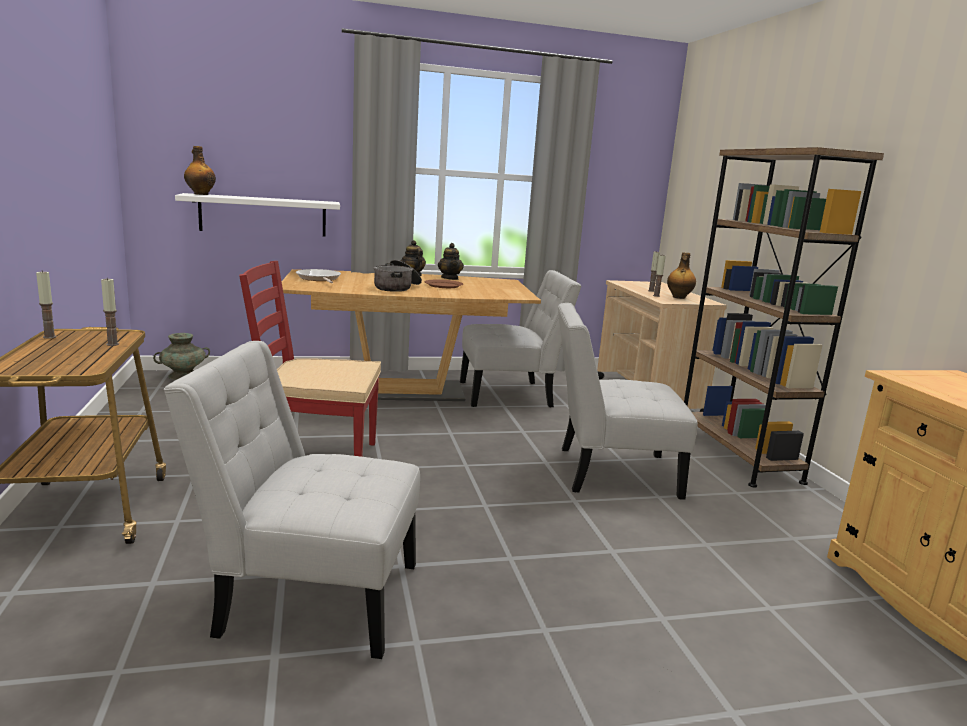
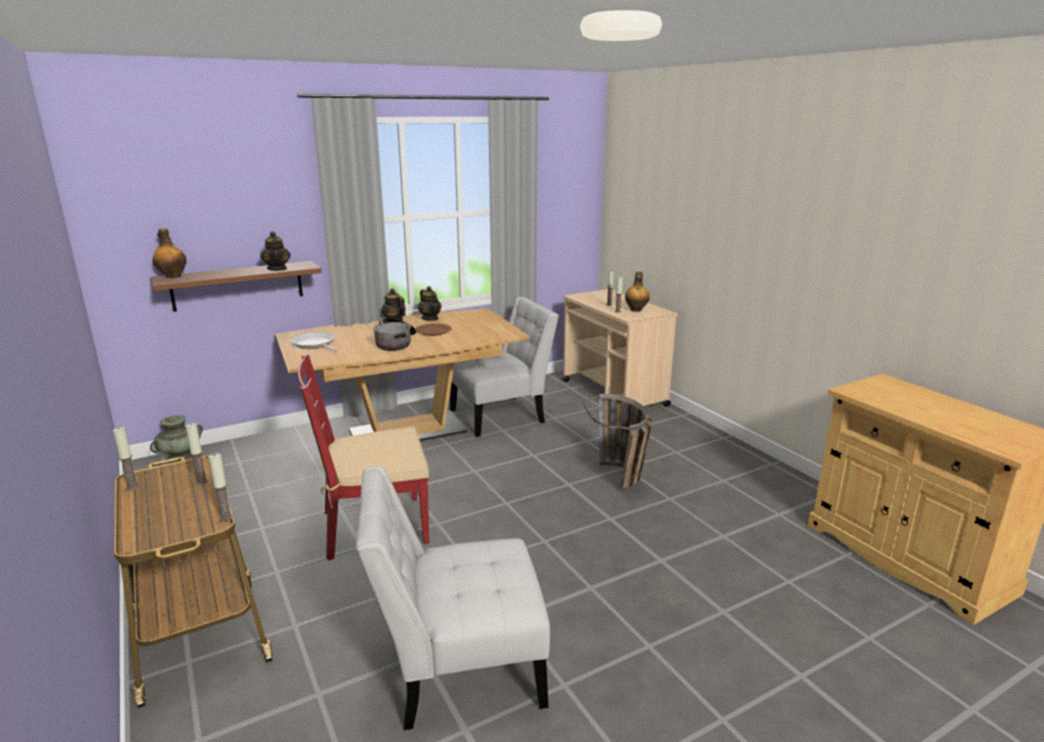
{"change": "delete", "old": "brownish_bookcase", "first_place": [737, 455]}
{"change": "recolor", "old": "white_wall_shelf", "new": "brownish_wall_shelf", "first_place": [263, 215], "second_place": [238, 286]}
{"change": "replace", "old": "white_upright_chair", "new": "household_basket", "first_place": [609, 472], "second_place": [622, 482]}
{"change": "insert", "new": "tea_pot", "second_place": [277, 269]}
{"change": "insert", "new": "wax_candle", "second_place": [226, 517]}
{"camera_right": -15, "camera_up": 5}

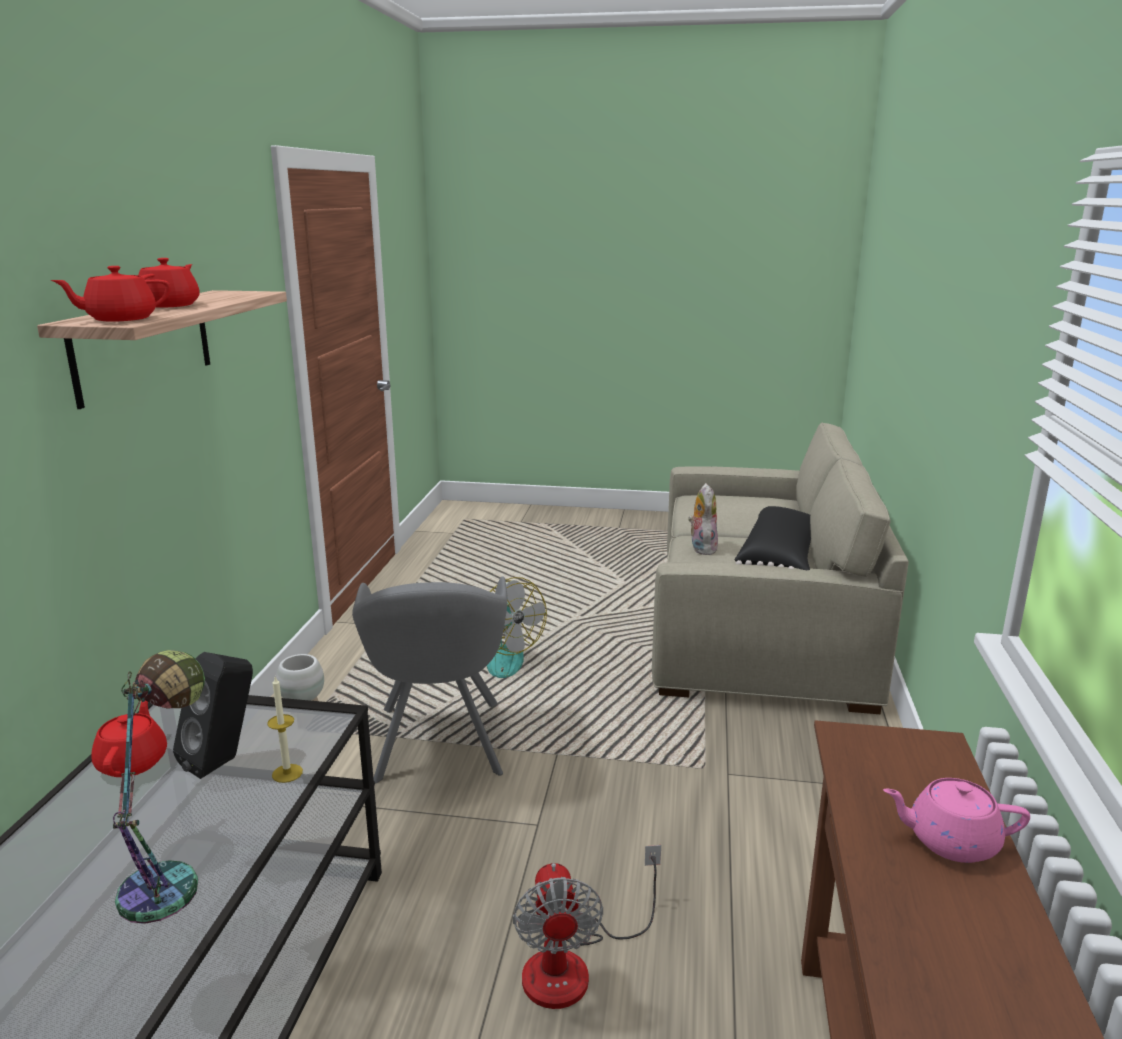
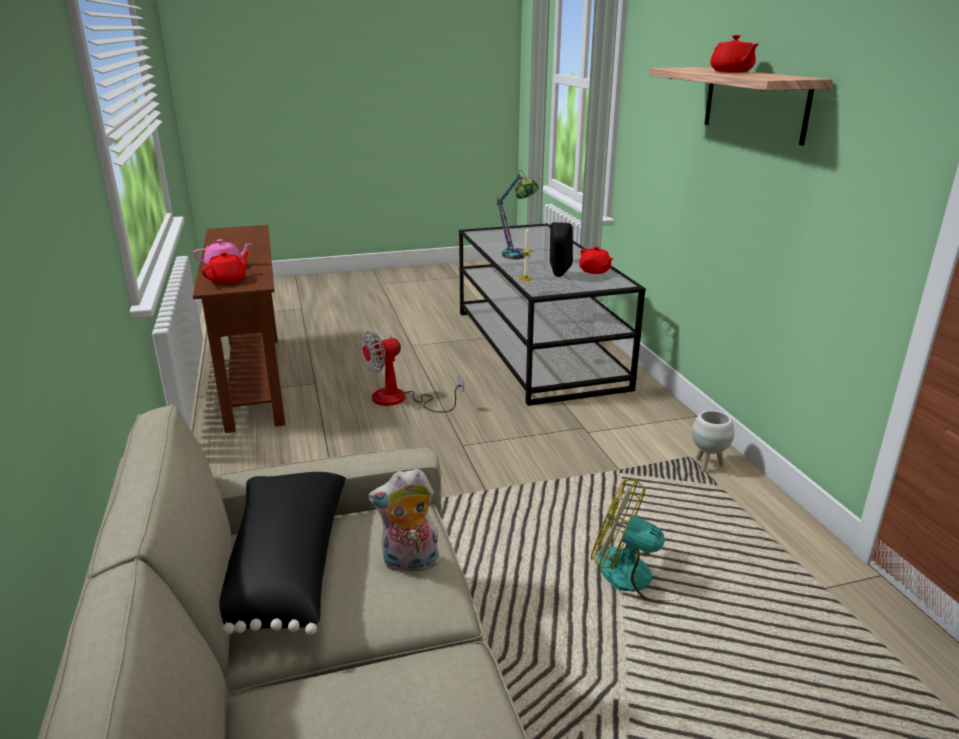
{"change": "move", "old": "reddish_tea_pot", "first_place": [120, 319], "second_place": [228, 280]}
{"change": "rotate", "old": "cuddly_toy", "first_place": [701, 548], "second_place": [409, 564], "degrees": 105}
{"change": "delete", "old": "greyish_armchair", "first_place": [439, 745]}
{"change": "rotate", "old": "cooling_fan", "first_place": [574, 964], "second_place": [400, 400], "degrees": -90}
{"camera_right": 155, "camera_up": 5}

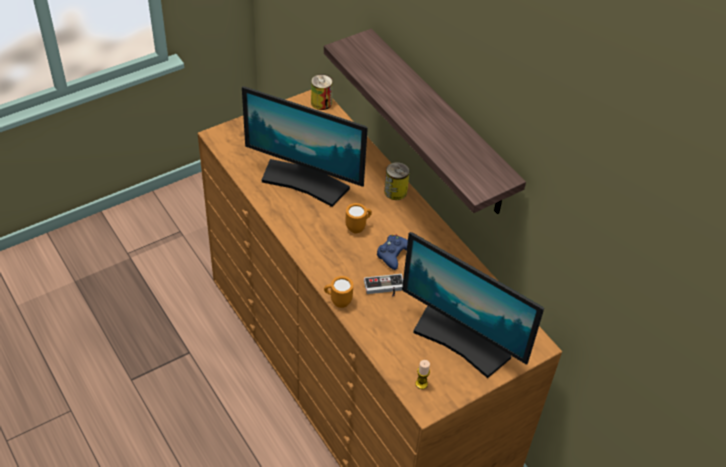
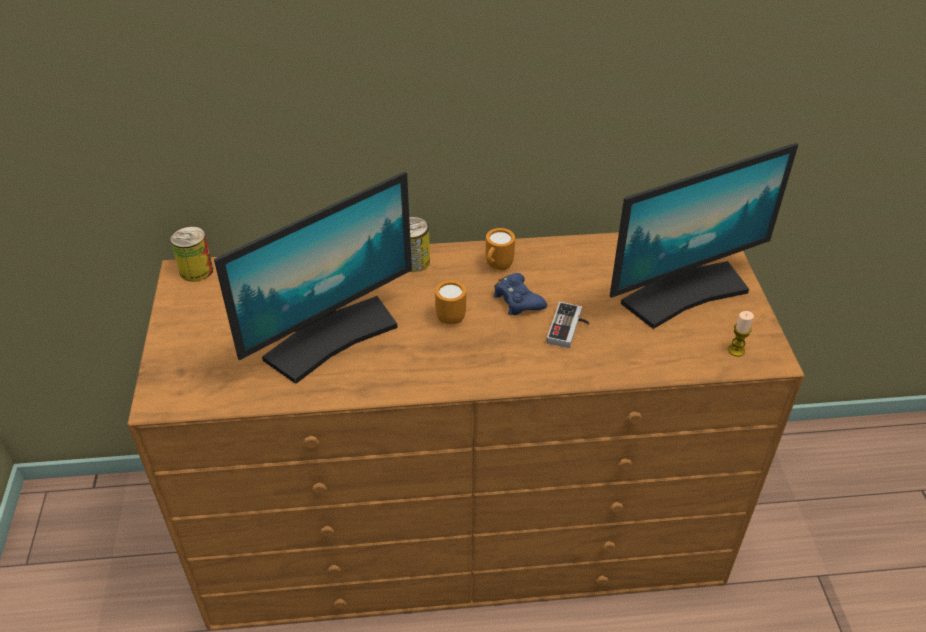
{"change": "delete", "old": "wall_shelf", "first_place": [440, 124]}
{"change": "move", "old": "orange_tea_mug", "first_place": [337, 301], "second_place": [497, 267]}
{"camera_right": -60, "camera_up": -5}

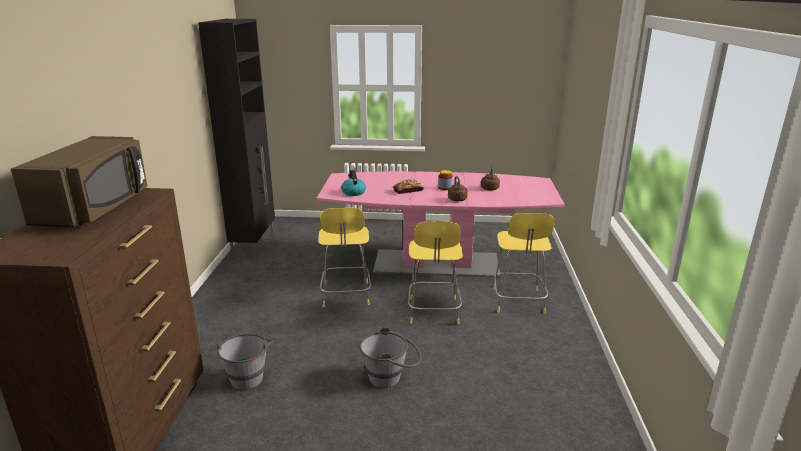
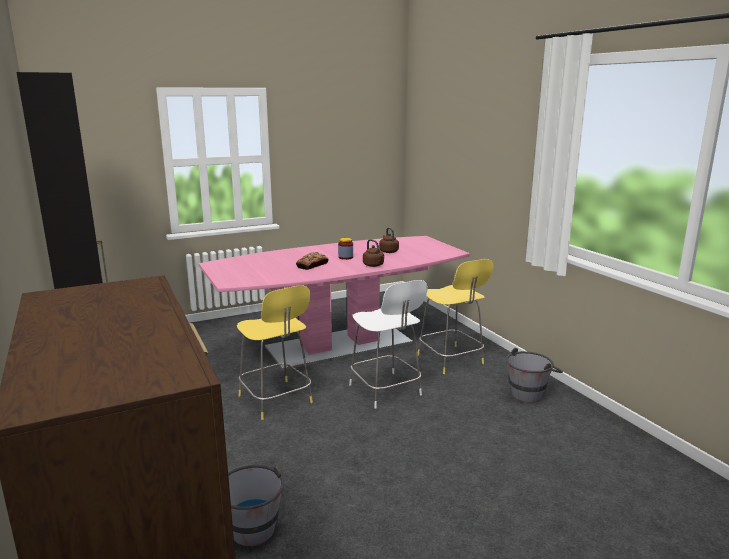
{"change": "delete", "old": "brownish_kitchen_microwave", "first_place": [96, 208]}
{"change": "delete", "old": "kettle", "first_place": [353, 192]}
{"change": "recolor", "old": "yellowish_sitting_stool", "new": "white_sitting_stool", "first_place": [433, 312], "second_place": [386, 391]}
{"change": "move", "old": "greyish_pail", "first_place": [391, 377], "second_place": [530, 393]}
{"camera_right": -30, "camera_up": -5}

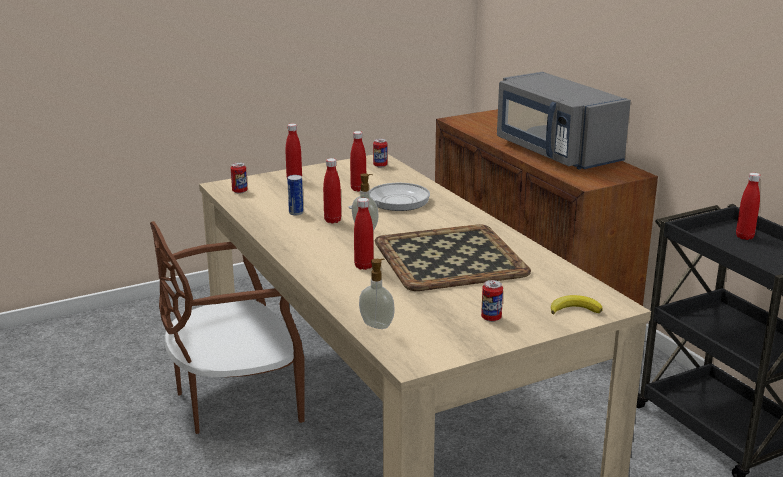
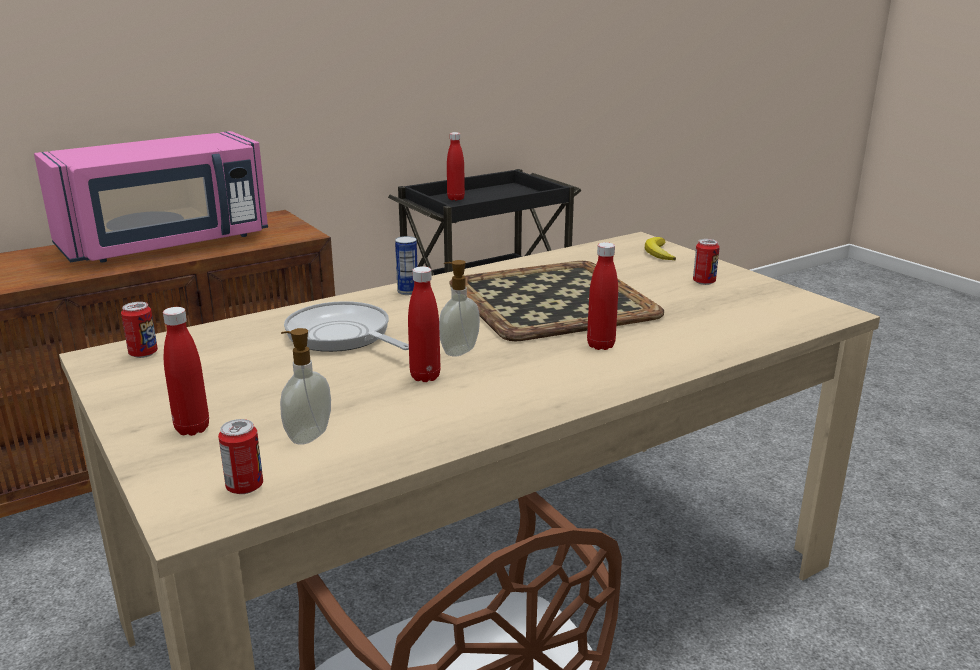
{"change": "recolor", "old": "greyish_kitchen_microwave", "new": "pink_kitchen_microwave", "first_place": [555, 152], "second_place": [167, 244]}
{"change": "delete", "old": "reddish_drink_bottle", "first_place": [358, 189]}
{"change": "move", "old": "can", "first_place": [296, 213], "second_place": [407, 291]}
{"change": "move", "old": "liquid_soap_bottle", "first_place": [377, 325], "second_place": [307, 435]}
{"camera_right": -95, "camera_up": 0}

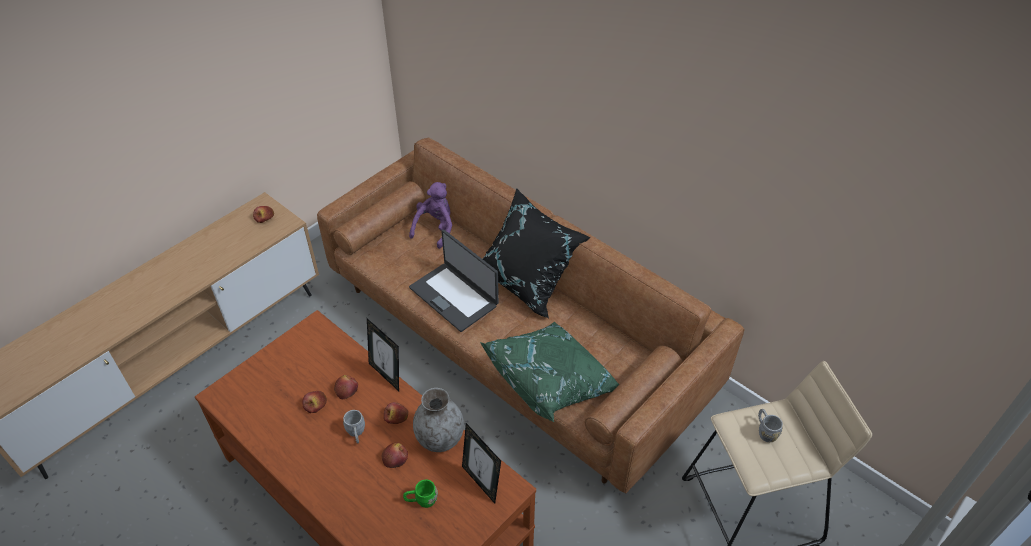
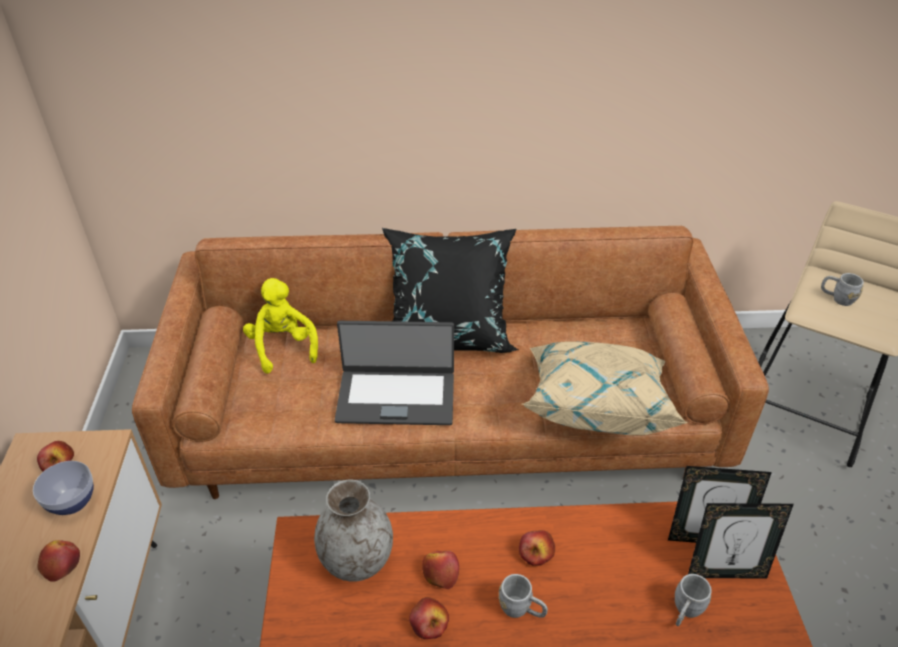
{"change": "recolor", "old": "purple_cuddly_toy", "new": "yellowish_cuddly_toy", "first_place": [435, 228], "second_place": [283, 347]}
{"change": "move", "old": "photo_frame", "first_place": [386, 375], "second_place": [725, 572]}
{"change": "recolor", "old": "green-coloured_pillow", "new": "beige-coloured_pillow", "first_place": [552, 381], "second_place": [596, 404]}
{"change": "move", "old": "greyish_decorative_vase", "first_place": [439, 438], "second_place": [356, 560]}
{"change": "move", "old": "apple_fruit", "first_place": [395, 458], "second_place": [61, 563]}
{"change": "recolor", "old": "green-coloured_tea_mug", "new": "greyish_tea_mug", "first_place": [421, 501], "second_place": [685, 612]}
{"change": "insert", "new": "serving_bowl", "second_place": [72, 502]}
{"camera_right": -45, "camera_up": -5}

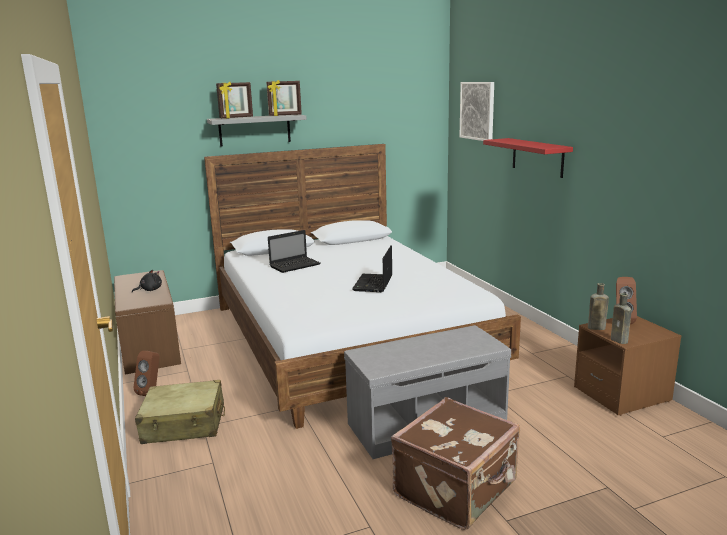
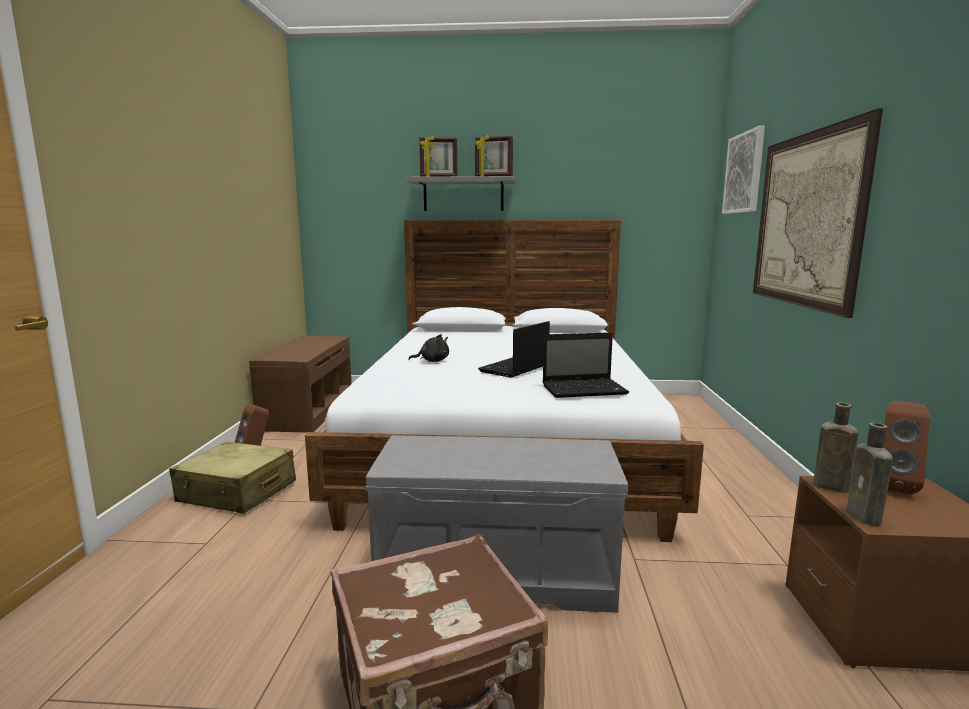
{"change": "replace", "old": "reddish_wall_shelf", "new": "picture", "first_place": [537, 157], "second_place": [806, 220]}
{"change": "move", "old": "portable_computer", "first_place": [295, 265], "second_place": [585, 389]}
{"change": "move", "old": "black-coloured_cuddly_toy", "first_place": [149, 290], "second_place": [432, 361]}
{"camera_right": 25, "camera_up": -5}

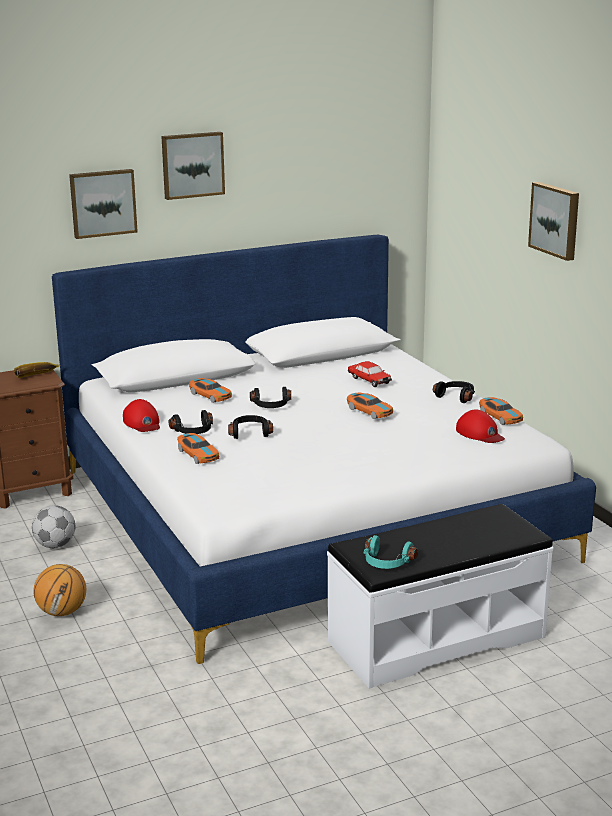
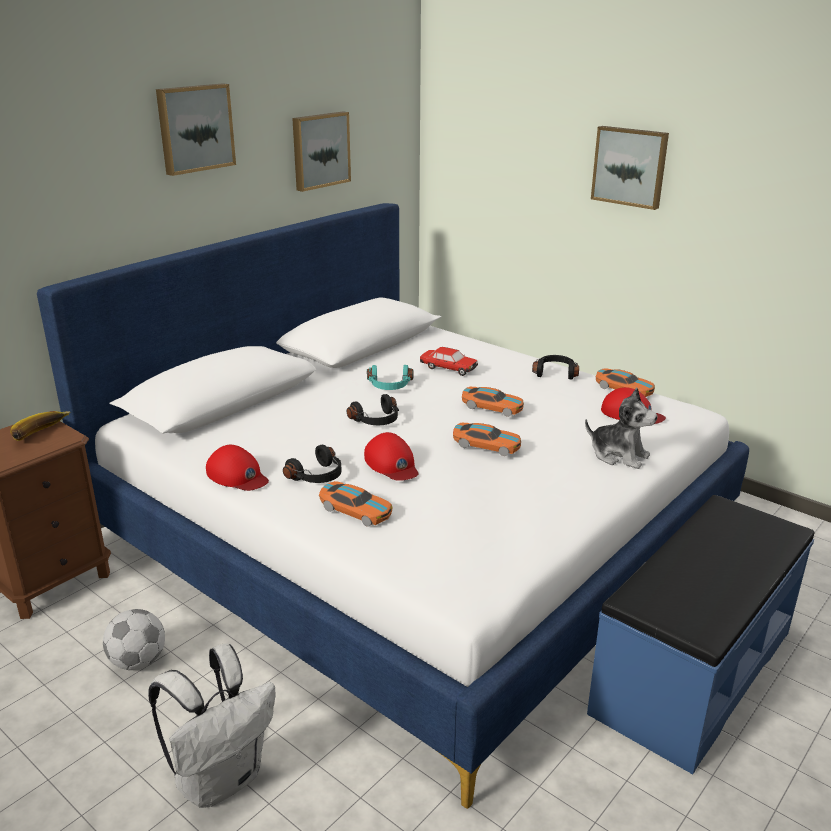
{"change": "move", "old": "picture", "first_place": [102, 203], "second_place": [320, 150]}
{"change": "move", "old": "model_car", "first_place": [210, 395], "second_place": [486, 445]}
{"change": "replace", "old": "black-coloured_pair_of_headphones", "new": "reddish_peaked_cap", "first_place": [250, 433], "second_place": [392, 464]}
{"change": "recolor", "old": "white_bench", "new": "blue-coloured_bench", "first_place": [436, 638], "second_place": [691, 670]}
{"change": "move", "old": "blue-green_pair_of_headphones", "first_place": [386, 563], "second_place": [390, 386]}
{"change": "replace", "old": "basketball", "new": "white_rucksack", "first_place": [62, 612], "second_place": [221, 778]}
{"change": "insert", "new": "cuddly_toy", "second_place": [619, 455]}
{"camera_right": -25, "camera_up": 5}

